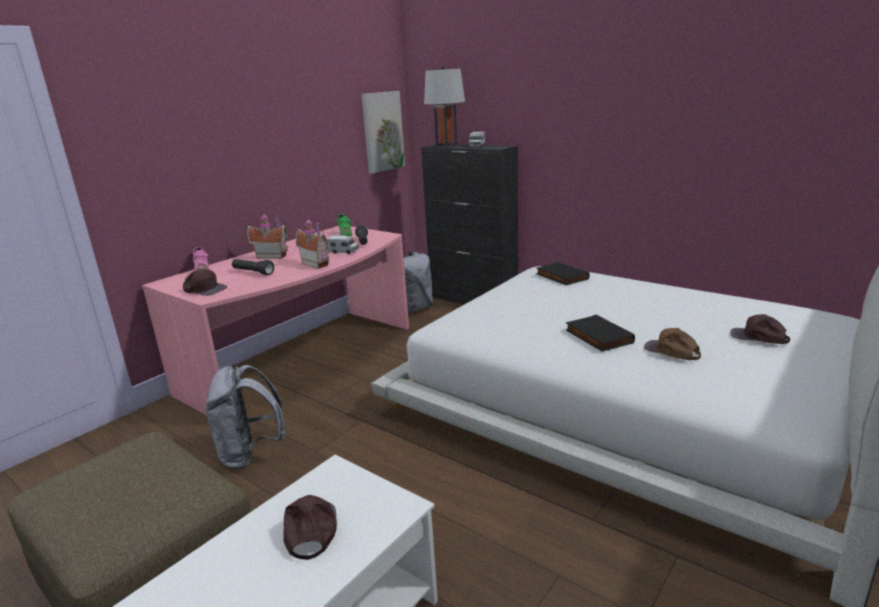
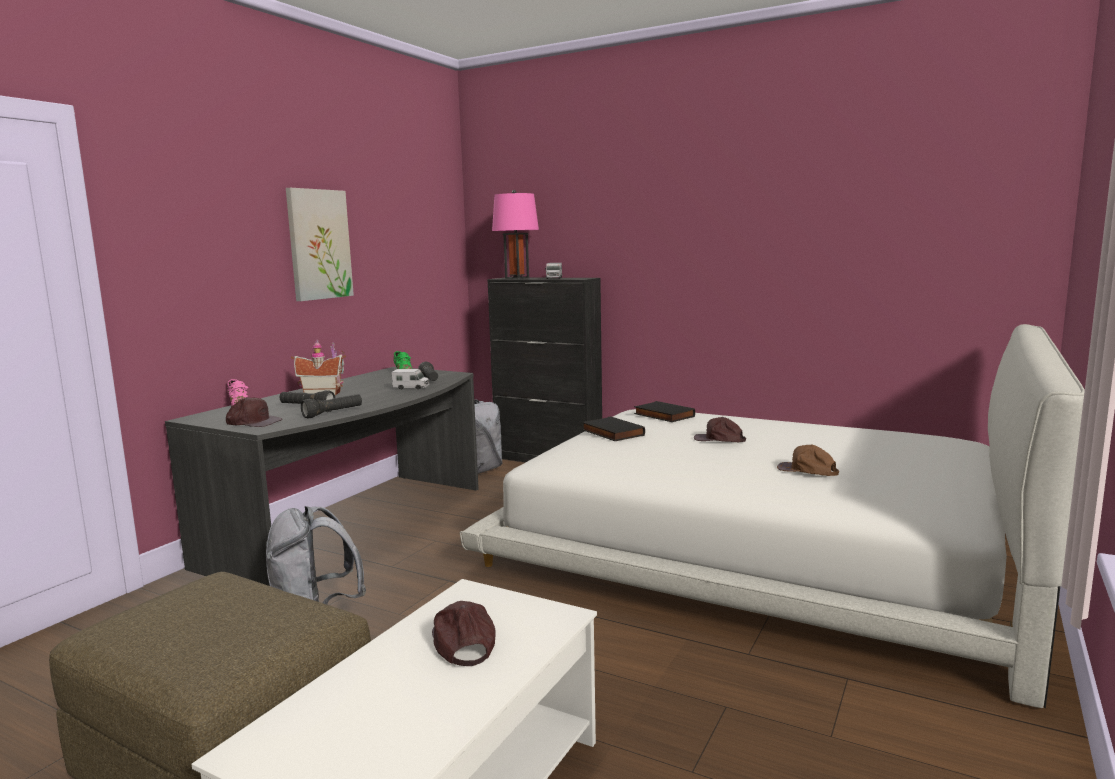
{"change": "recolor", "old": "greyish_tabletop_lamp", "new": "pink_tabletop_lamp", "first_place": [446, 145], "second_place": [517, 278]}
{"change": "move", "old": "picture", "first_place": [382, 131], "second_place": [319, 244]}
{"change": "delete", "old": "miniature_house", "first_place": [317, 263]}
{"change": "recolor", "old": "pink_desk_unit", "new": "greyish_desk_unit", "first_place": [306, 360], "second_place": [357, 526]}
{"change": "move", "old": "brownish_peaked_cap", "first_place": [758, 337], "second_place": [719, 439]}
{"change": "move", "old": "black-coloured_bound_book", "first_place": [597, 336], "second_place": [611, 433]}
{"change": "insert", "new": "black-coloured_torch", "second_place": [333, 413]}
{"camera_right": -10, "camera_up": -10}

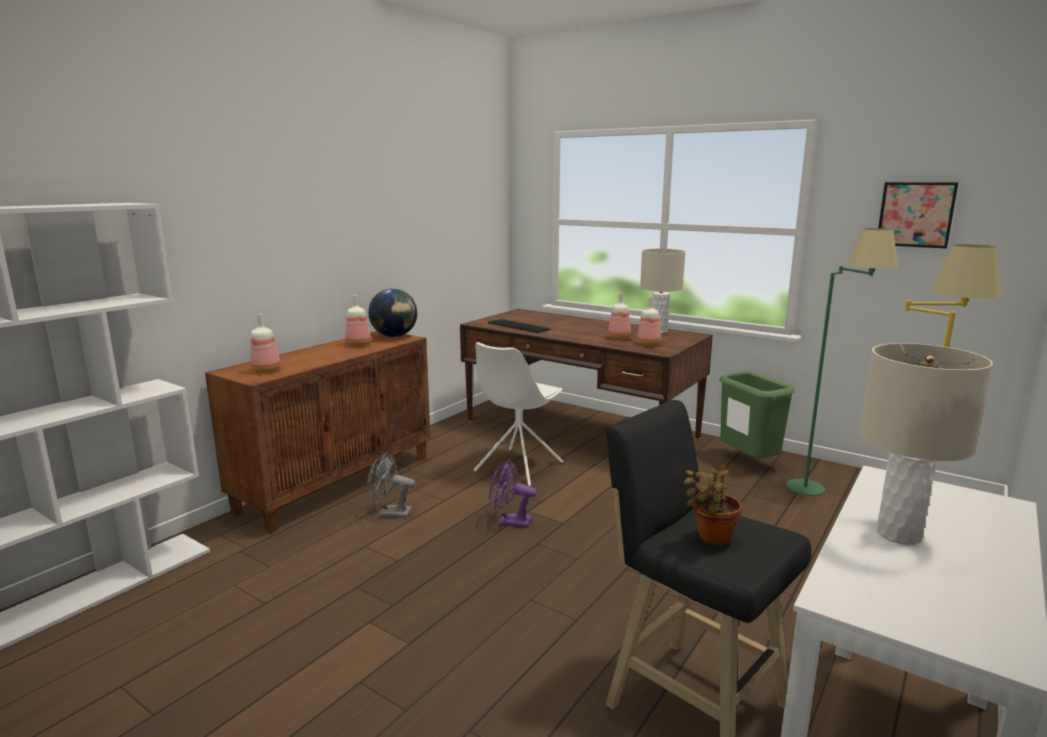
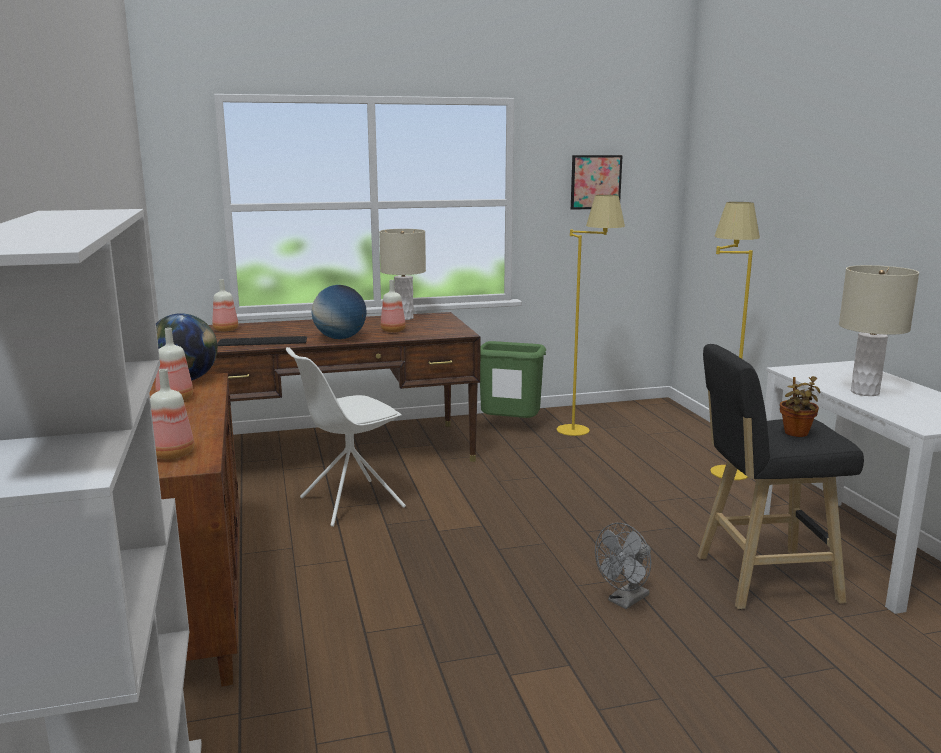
{"change": "recolor", "old": "green-coloured_standard_lamp", "new": "yellowish_standard_lamp", "first_place": [823, 490], "second_place": [585, 427]}
{"change": "move", "old": "drink_bottle", "first_place": [649, 344], "second_place": [226, 330]}
{"change": "rotate", "old": "white_upright_chair", "first_place": [517, 467], "second_place": [350, 503], "degrees": 75}
{"change": "move", "old": "greyish_cooling_fan", "first_place": [390, 514], "second_place": [625, 601]}
{"change": "delete", "old": "purple_cooling_fan", "first_place": [509, 522]}
{"change": "insert", "new": "globe", "second_place": [340, 338]}
{"camera_right": -50, "camera_up": 0}

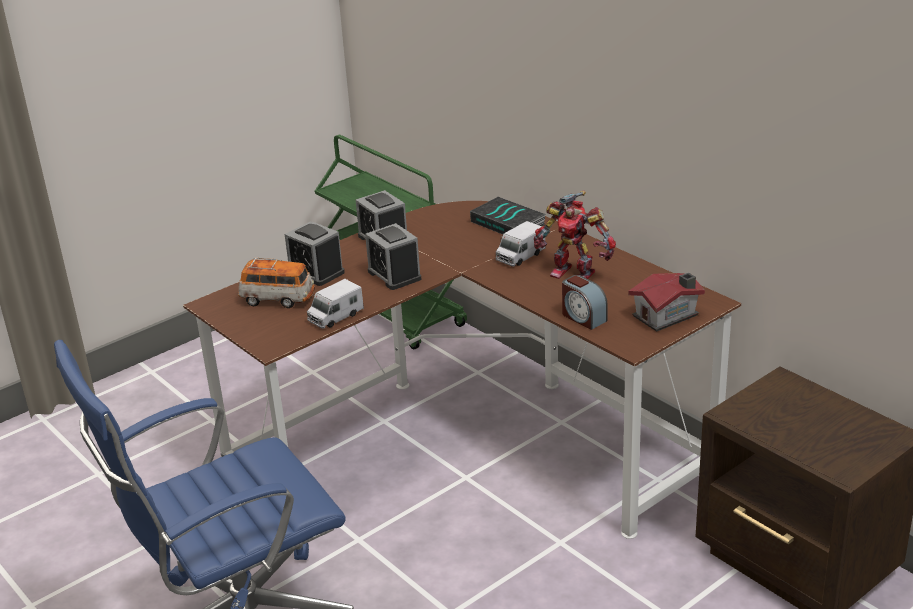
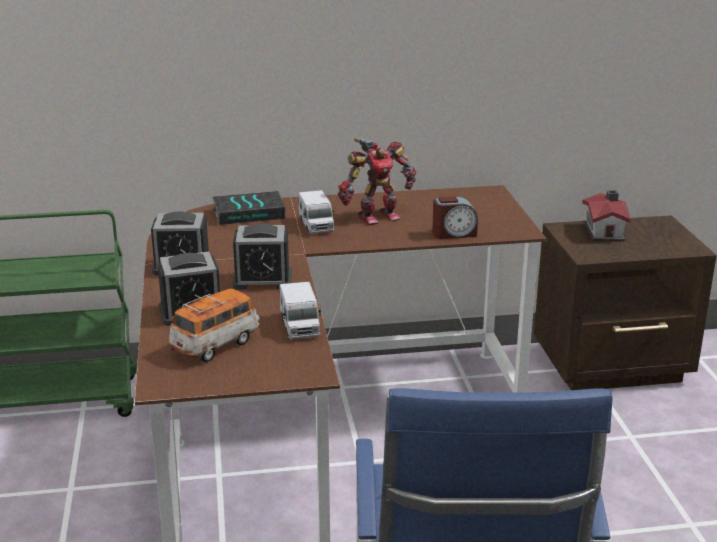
{"change": "move", "old": "miniature_house", "first_place": [668, 316], "second_place": [604, 231]}
{"camera_right": -60, "camera_up": -5}

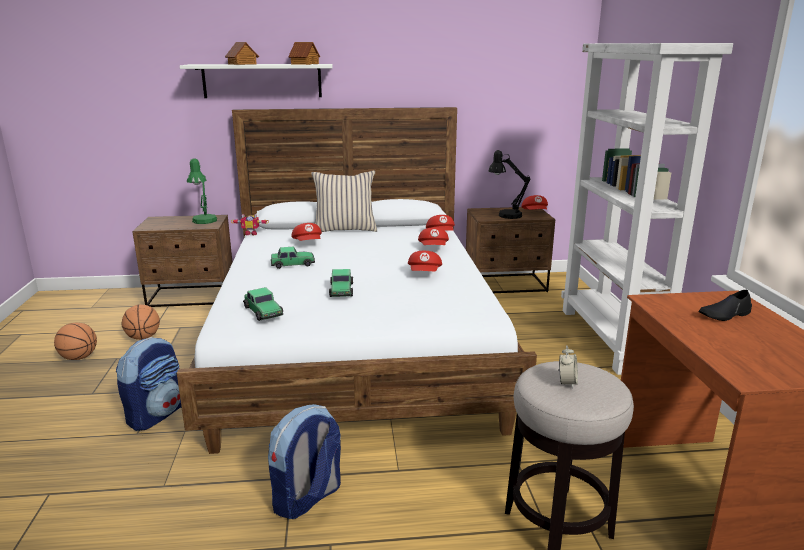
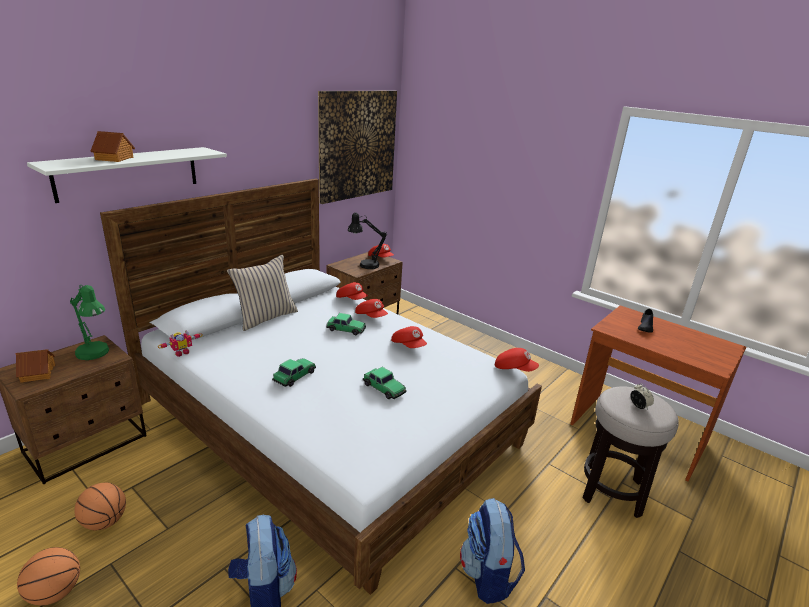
{"change": "move", "old": "miniature_house", "first_place": [304, 64], "second_place": [37, 373]}
{"change": "delete", "old": "white_bookcase", "first_place": [611, 338]}
{"change": "move", "old": "reddish_peaked_cap", "first_place": [308, 243], "second_place": [514, 369]}
{"change": "move", "old": "model_car", "first_place": [263, 311], "second_place": [346, 329]}
{"change": "insert", "new": "picture", "second_place": [357, 145]}
{"camera_right": -45, "camera_up": 5}

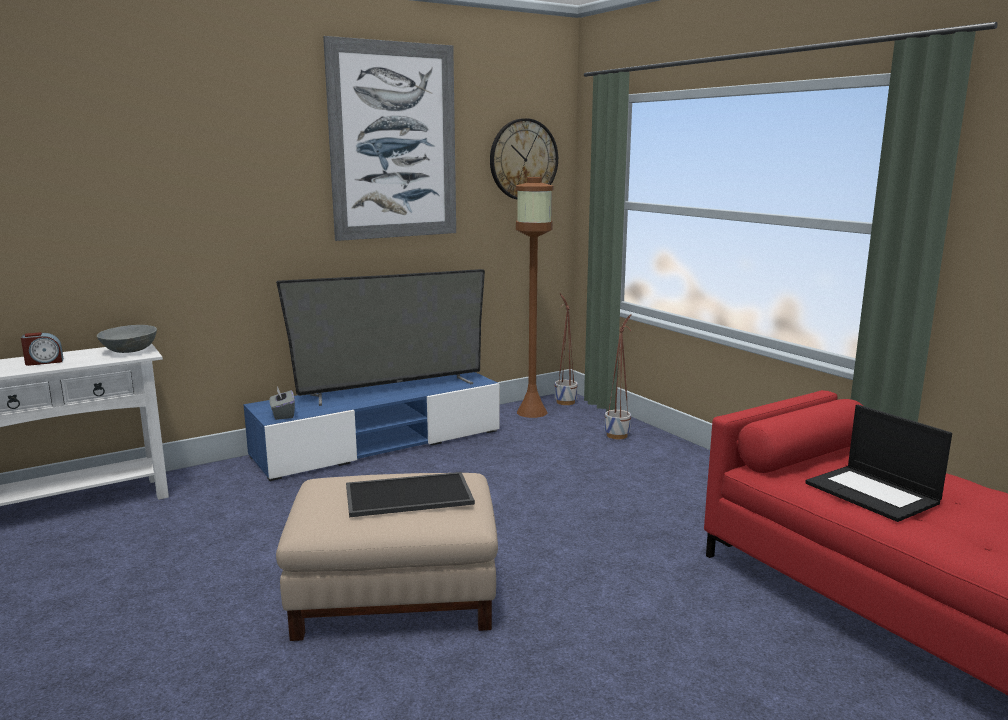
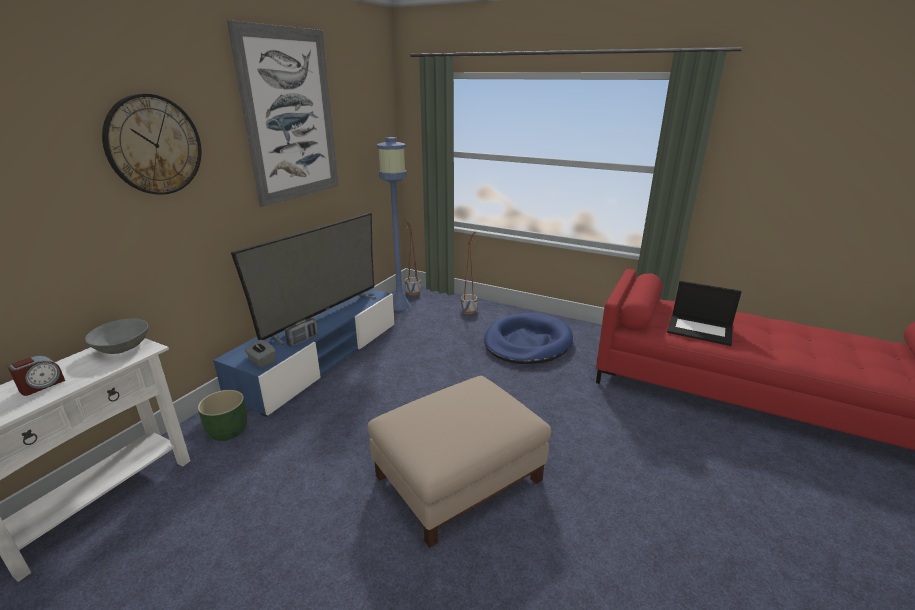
{"change": "move", "old": "wall_clock", "first_place": [523, 159], "second_place": [154, 145]}
{"change": "recolor", "old": "brownish_standard_lamp", "new": "blue-coloured_standard_lamp", "first_place": [531, 412], "second_place": [399, 305]}
{"change": "delete", "old": "tray", "first_place": [407, 496]}
{"change": "insert", "new": "blue-coloured_pet_bed", "second_place": [527, 342]}
{"change": "insert", "new": "radio_receiver", "second_place": [303, 340]}
{"change": "insert", "new": "green-coloured_flower_pot", "second_place": [228, 431]}
{"camera_right": -30, "camera_up": 10}

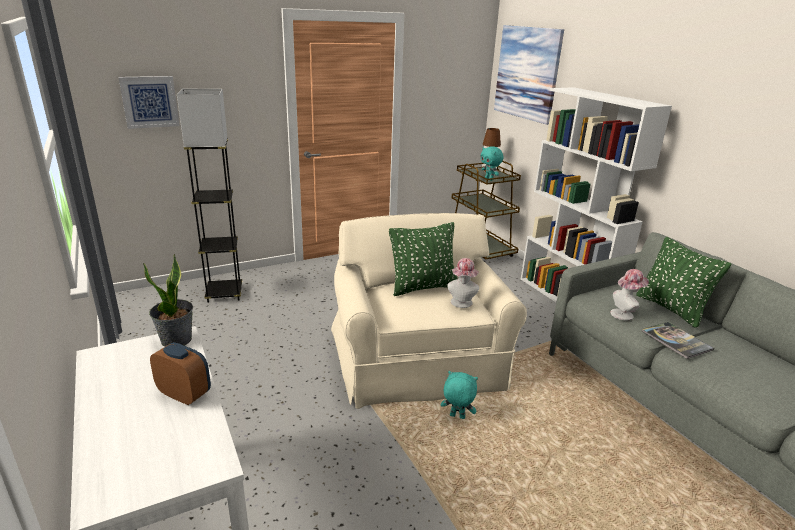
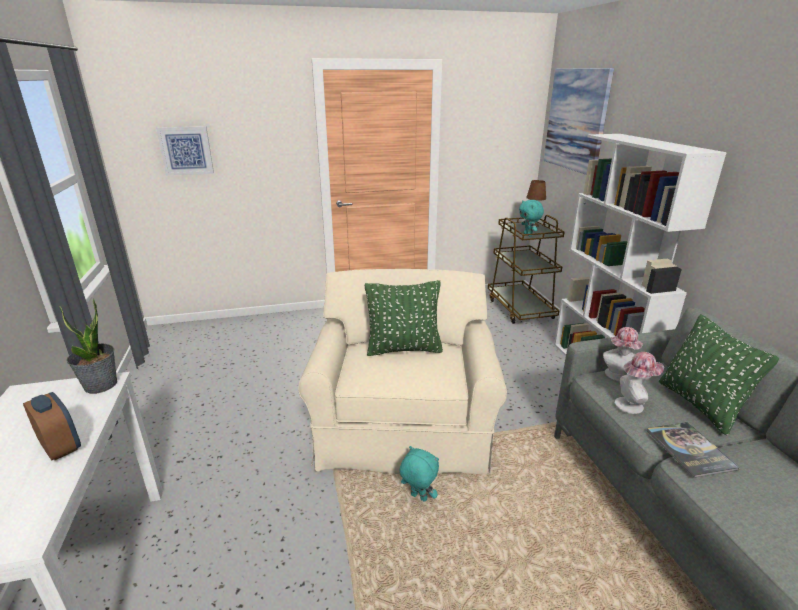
{"change": "delete", "old": "greyish_standard_lamp", "first_place": [224, 294]}
{"change": "move", "old": "hat", "first_place": [461, 304], "second_place": [618, 376]}
{"camera_right": 15, "camera_up": 0}

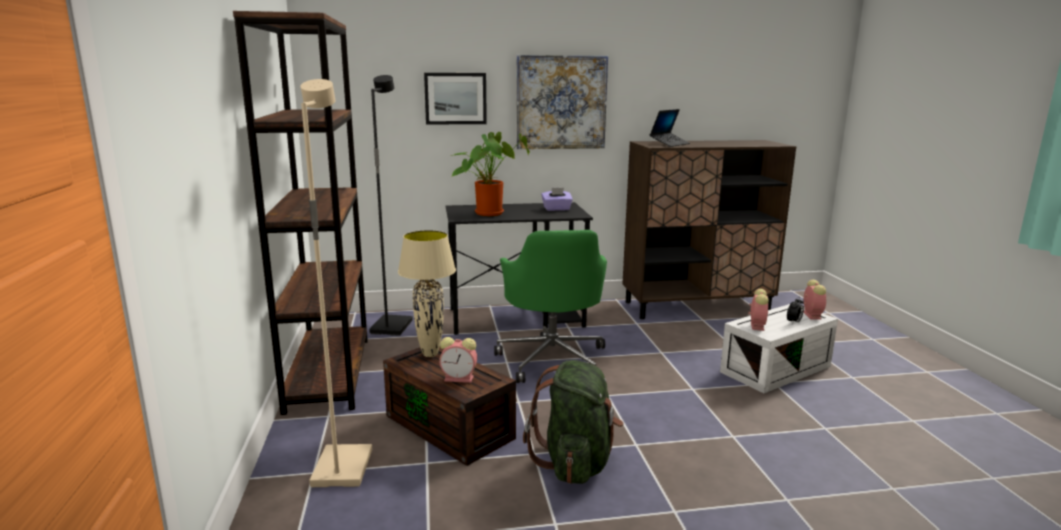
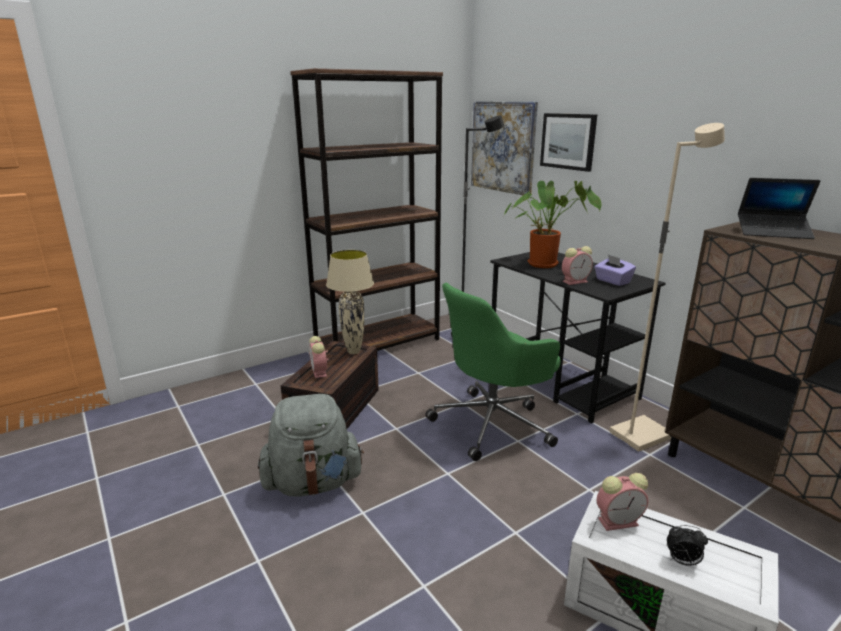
{"change": "move", "old": "picture", "first_place": [561, 102], "second_place": [503, 147]}
{"change": "move", "old": "beige-coloured_standard_lamp", "first_place": [341, 468], "second_place": [640, 434]}
{"change": "move", "old": "bedside_clock", "first_place": [811, 315], "second_place": [575, 281]}
{"change": "recolor", "old": "green-coloured_rucksack", "new": "greyish_rucksack", "first_place": [575, 462], "second_place": [313, 483]}
{"camera_right": 65, "camera_up": 5}

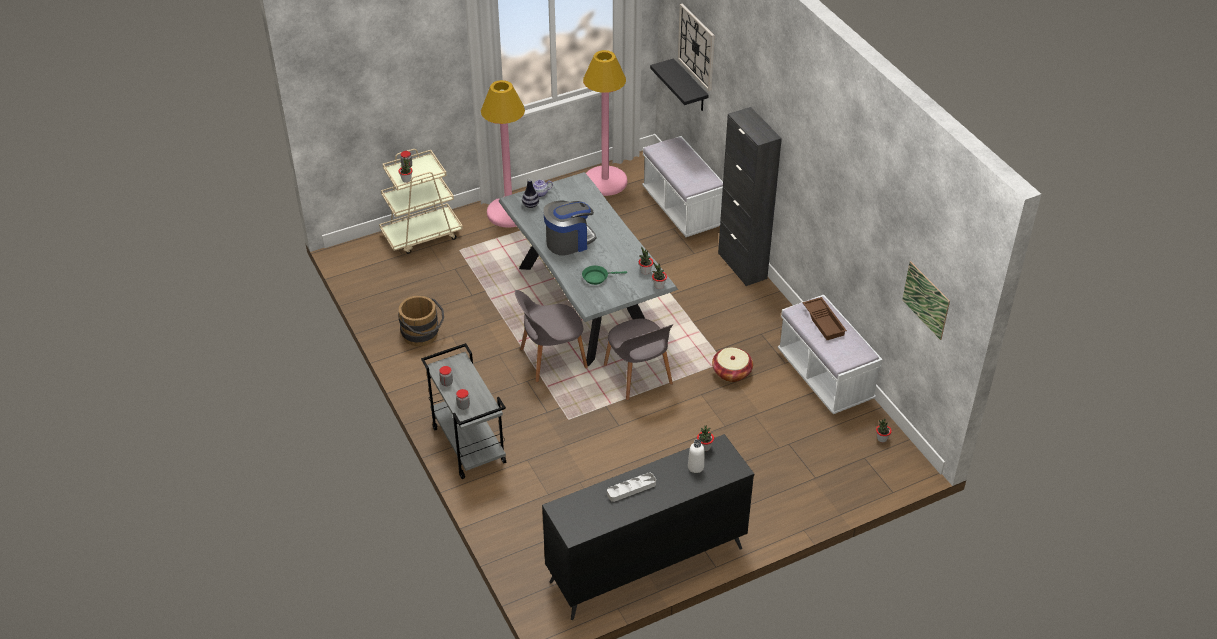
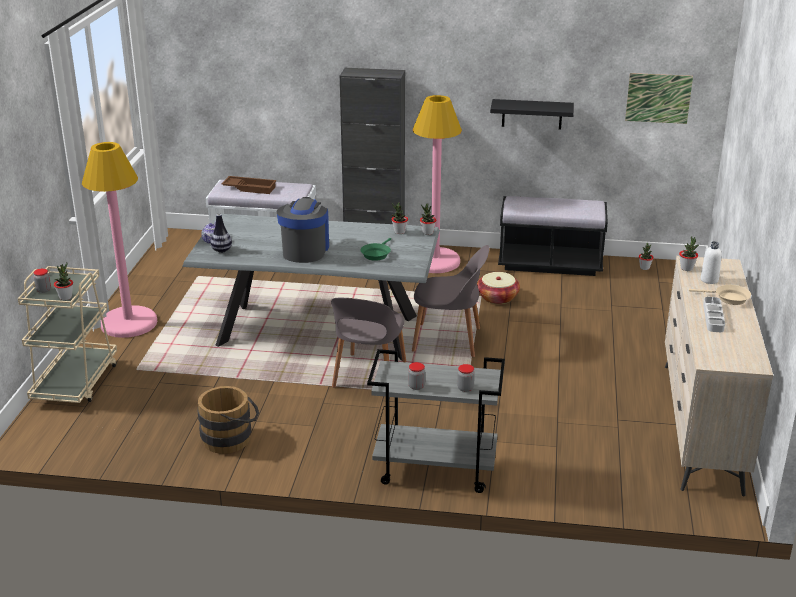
{"change": "delete", "old": "wall_clock", "first_place": [696, 47]}
{"change": "move", "old": "pink_standard_lamp", "first_place": [605, 181], "second_place": [435, 261]}
{"change": "move", "old": "black-coloured_wall_shelf", "first_place": [690, 86], "second_place": [532, 114]}
{"change": "recolor", "old": "white_bench", "new": "black-coloured_bench", "first_place": [825, 377], "second_place": [550, 263]}
{"change": "move", "old": "brownish_tray", "first_place": [824, 321], "second_place": [250, 188]}
{"change": "recolor", "old": "black-coloured_drawer_chest", "new": "beige-coloured_drawer_chest", "first_place": [645, 564], "second_place": [700, 426]}
{"change": "insert", "new": "beige-coloured_skillet", "second_place": [728, 298]}
{"camera_right": -55, "camera_up": -15}

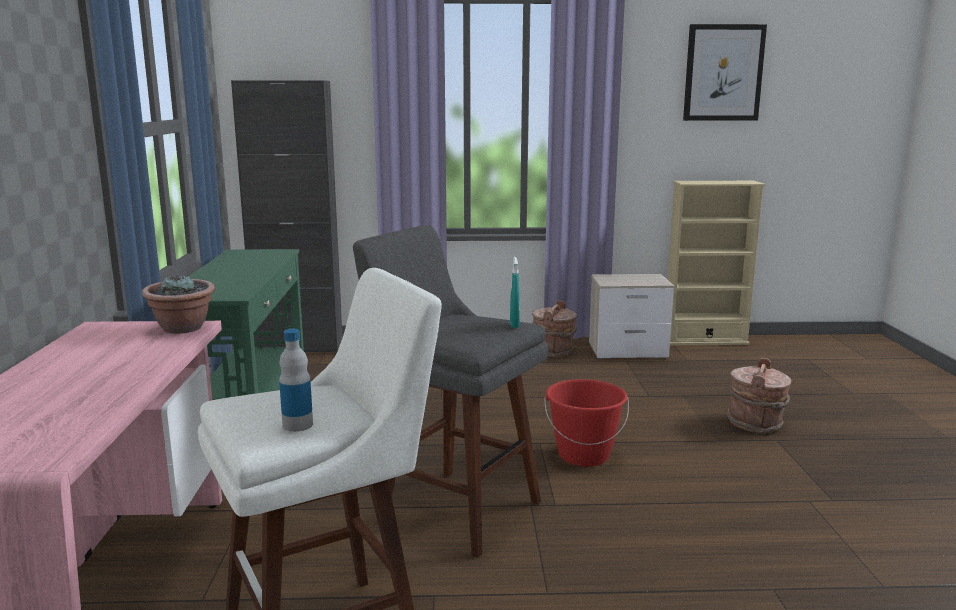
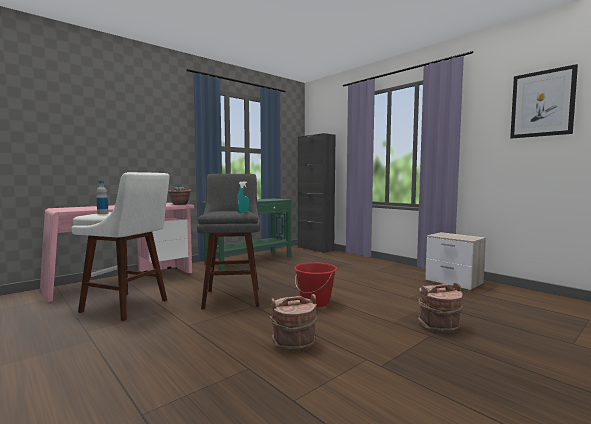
{"change": "delete", "old": "beige-coloured_bookcase", "first_place": [705, 340]}
{"change": "move", "old": "brownish_pail", "first_place": [553, 351], "second_place": [293, 343]}
{"camera_right": 50, "camera_up": -10}

